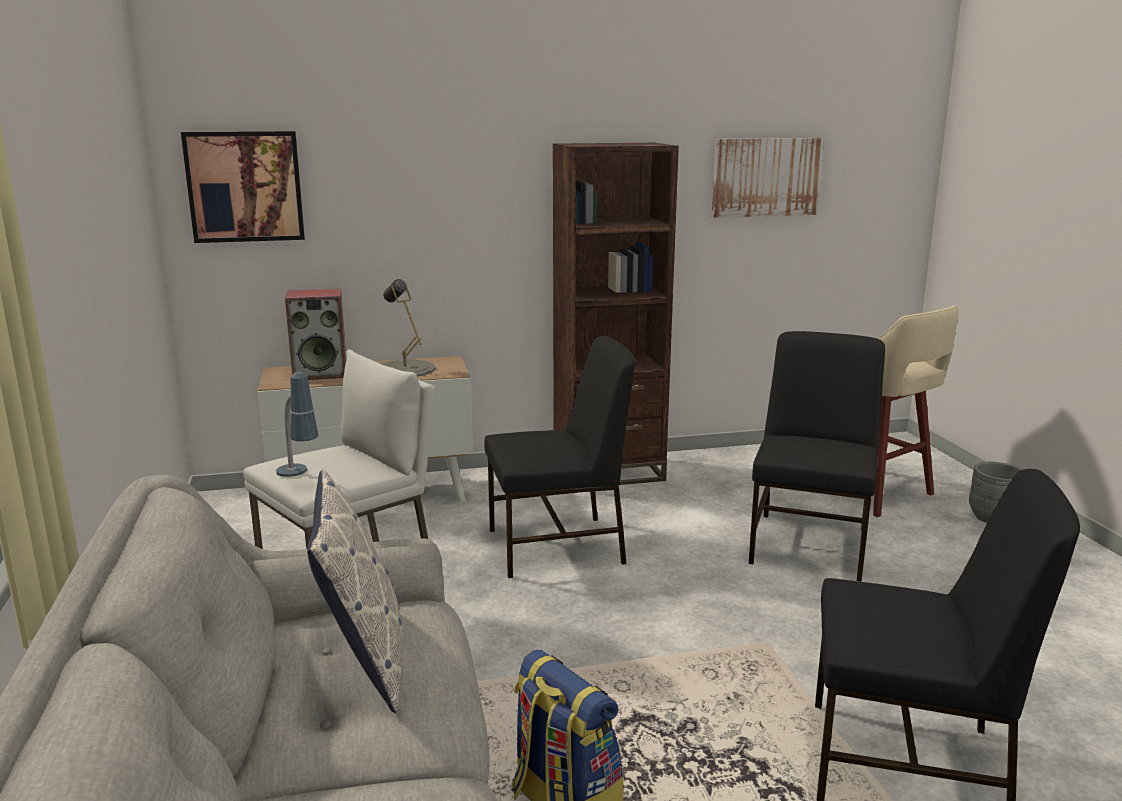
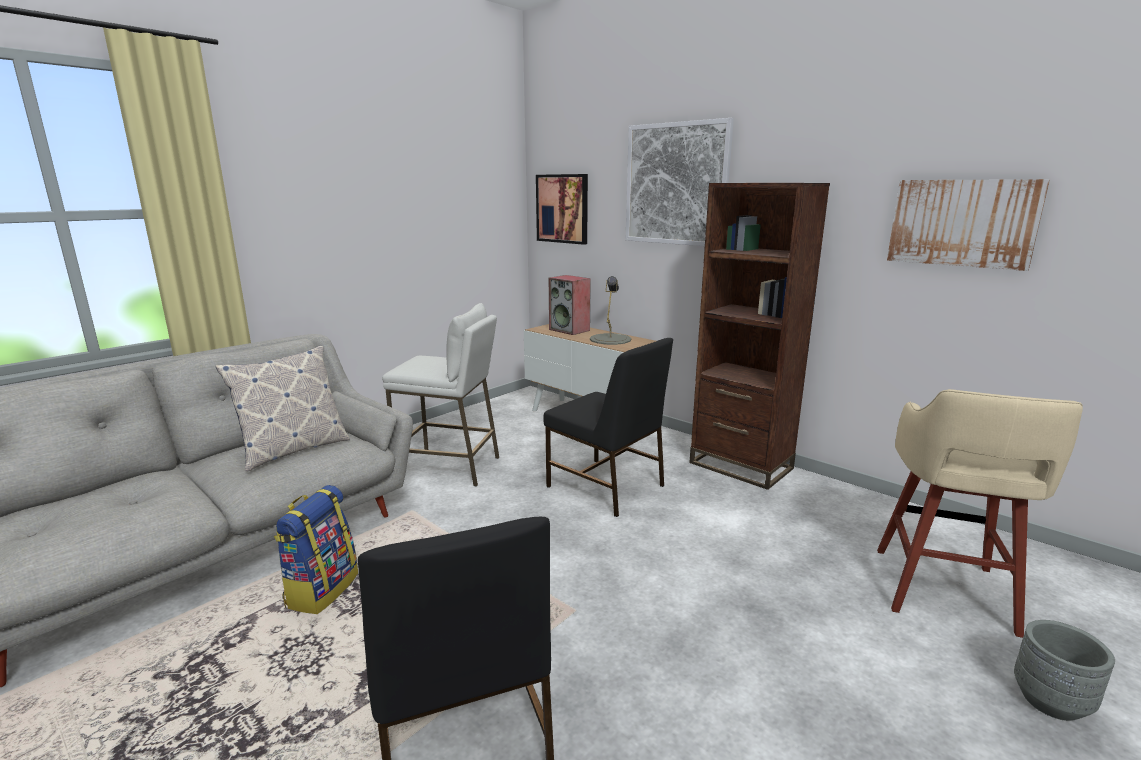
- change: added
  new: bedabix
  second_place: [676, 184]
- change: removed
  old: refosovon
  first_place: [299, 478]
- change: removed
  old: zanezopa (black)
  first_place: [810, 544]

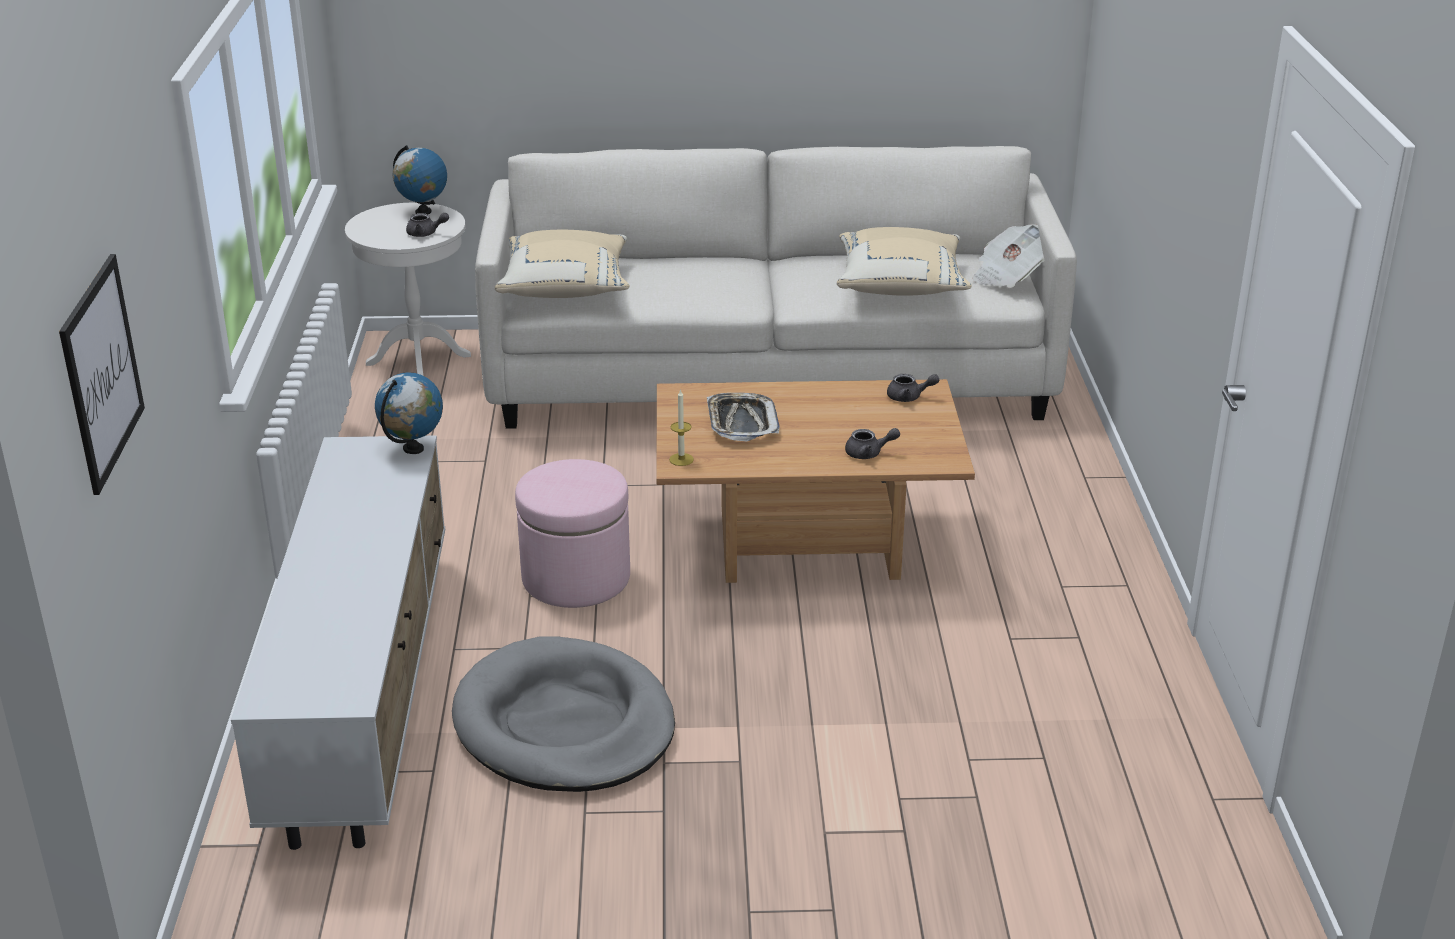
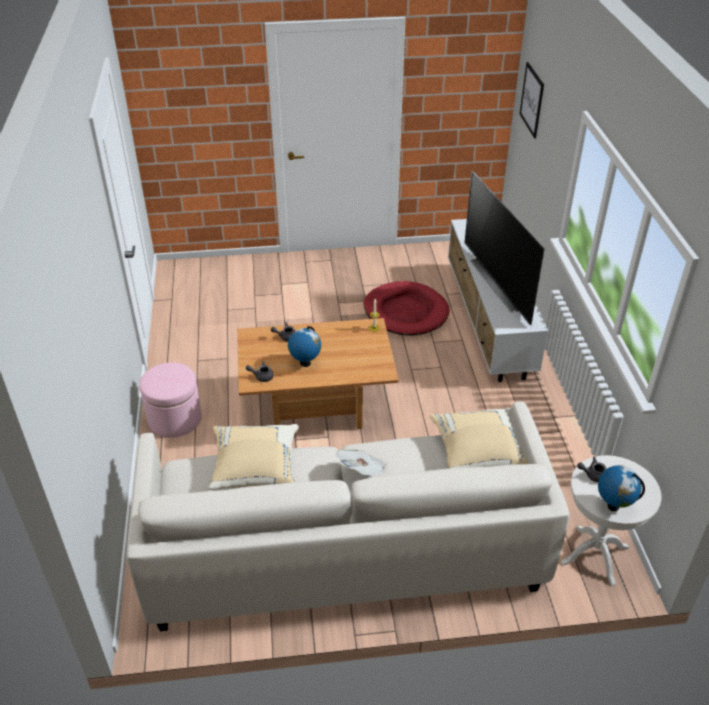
- change: moved
  old: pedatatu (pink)
  first_place: [576, 578]
  second_place: [175, 419]
- change: moved
  old: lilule
  first_place: [413, 449]
  second_place: [305, 363]
- change: moved
  old: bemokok
  first_place: [1008, 276]
  second_place: [363, 471]
- change: recoloured
  old: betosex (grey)
  new: betosex (red)
  first_place: [564, 724]
  second_place: [406, 312]
- change: added
  new: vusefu
  second_place: [500, 283]
- change: removed
  old: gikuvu
  first_place: [741, 423]

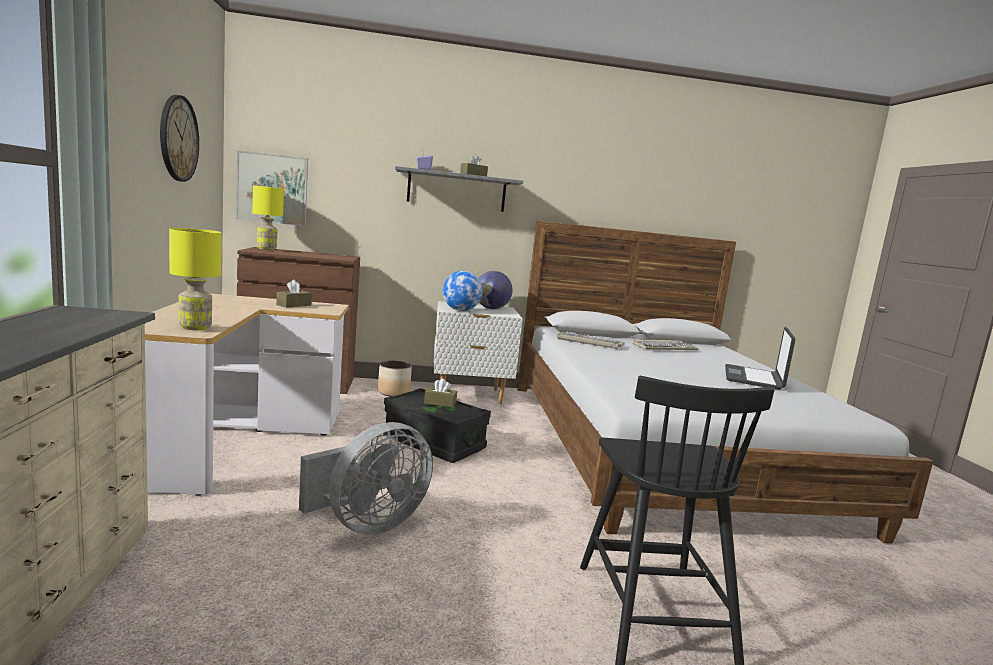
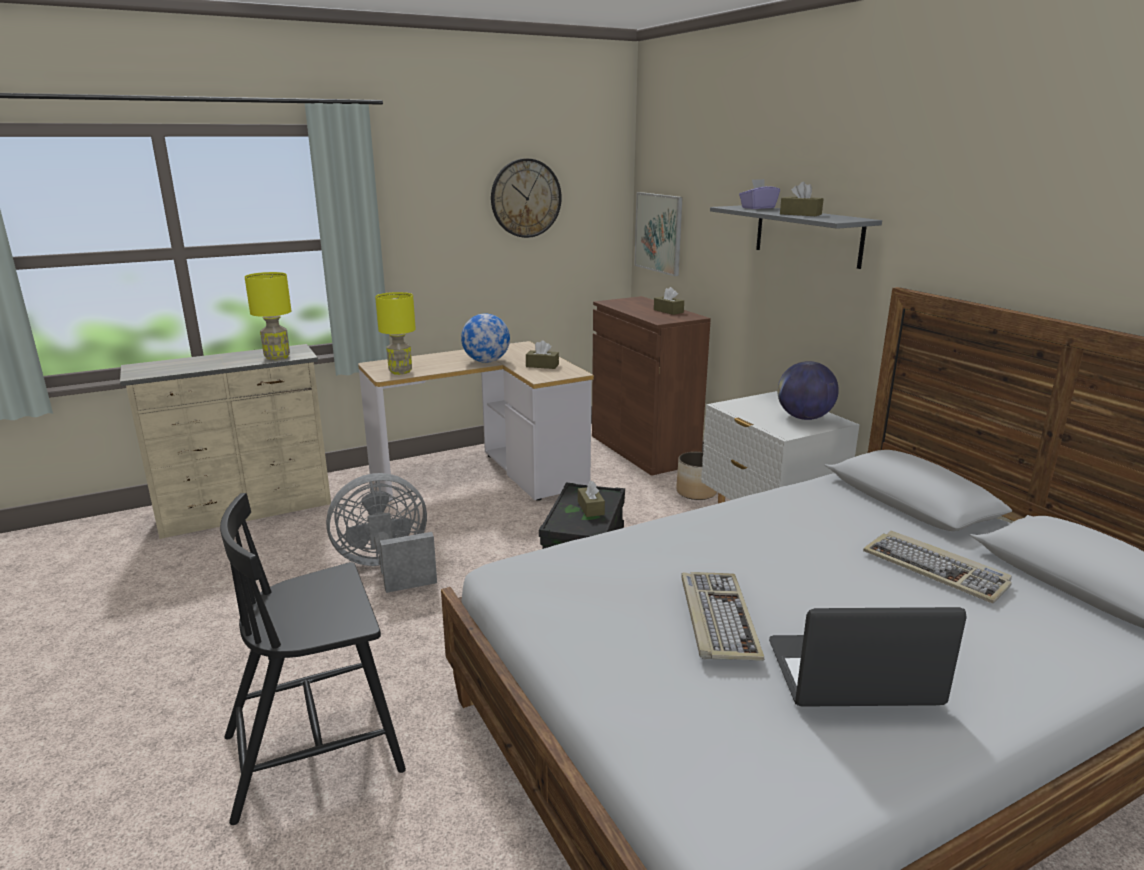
- change: moved
  old: refosovon (yellow)
  first_place: [266, 249]
  second_place: [276, 357]
- change: turned
  old: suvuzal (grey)
  first_place: [368, 524]
  second_place: [387, 568]
  degrees: 135
- change: moved
  old: lilule
  first_place: [460, 310]
  second_place: [486, 361]
- change: added
  new: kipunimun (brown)
  second_place: [668, 311]
- change: moved
  old: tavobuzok
  first_place: [588, 342]
  second_place: [717, 618]

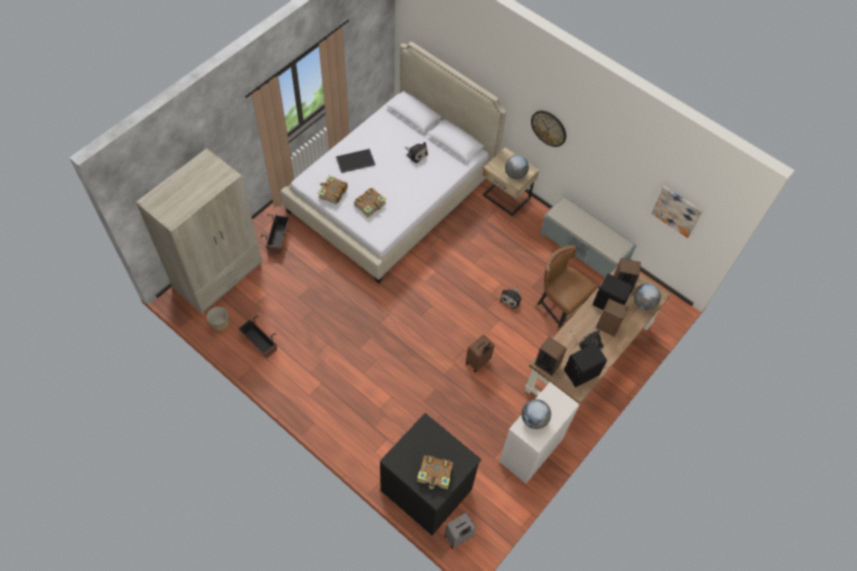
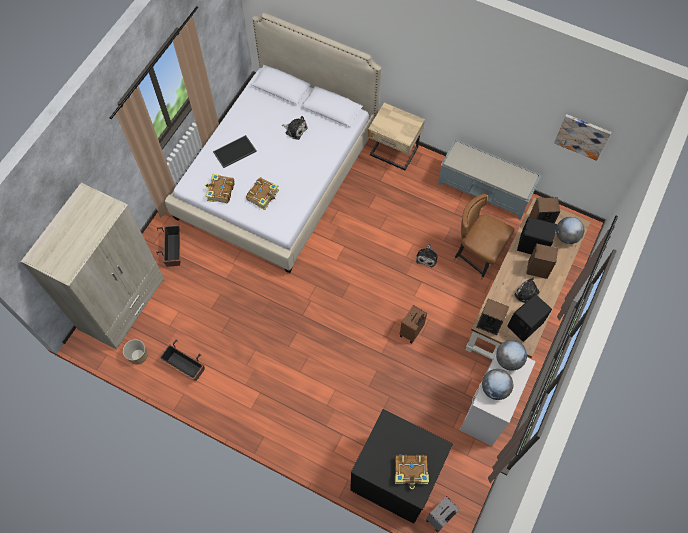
- change: moved
  old: lilule
  first_place: [515, 174]
  second_place: [508, 360]
- change: removed
  old: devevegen
  first_place: [549, 128]

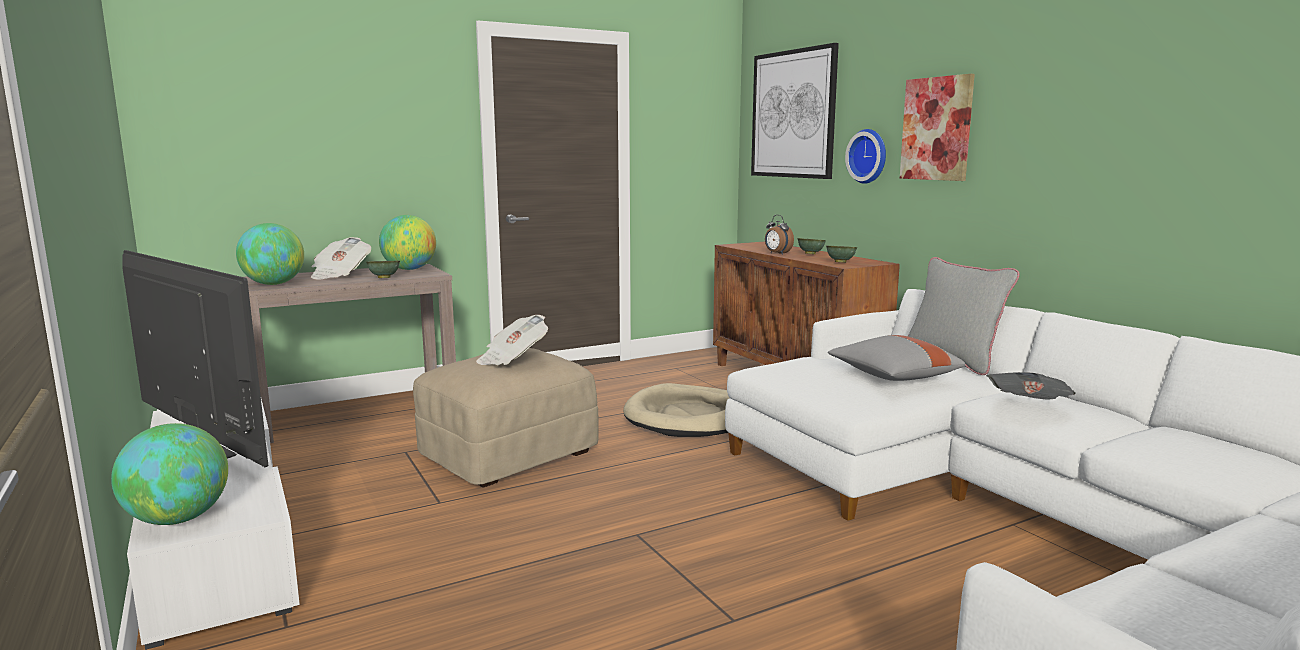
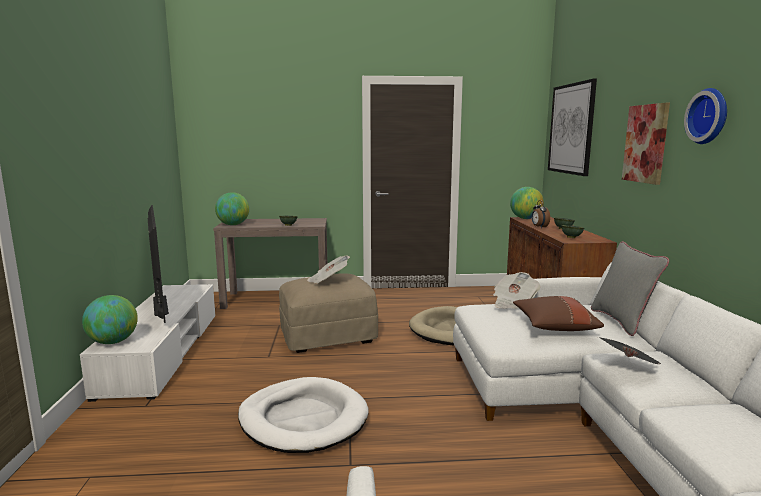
- change: added
  new: betosex (white)
  second_place: [303, 419]
- change: moved
  old: bemokok
  first_place: [339, 275]
  second_place: [513, 303]
- change: moved
  old: lilule
  first_place: [409, 269]
  second_place: [525, 218]
- change: recoloured
  old: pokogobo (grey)
  new: pokogobo (brown)
  first_place: [893, 377]
  second_place: [554, 326]
- change: moved
  old: devevegen
  first_place: [869, 156]
  second_place: [710, 116]

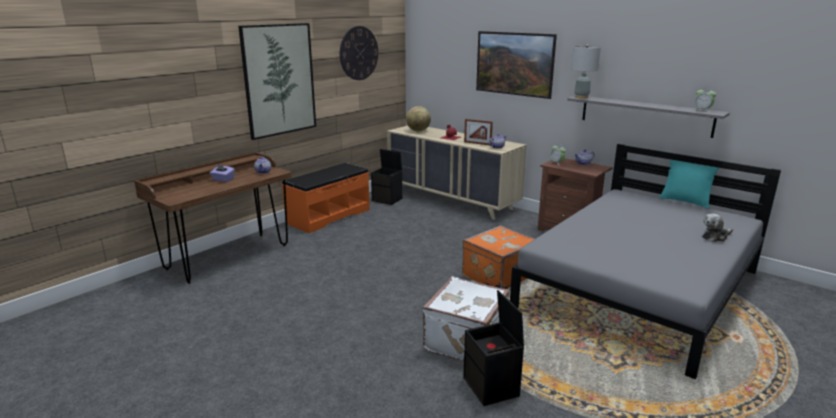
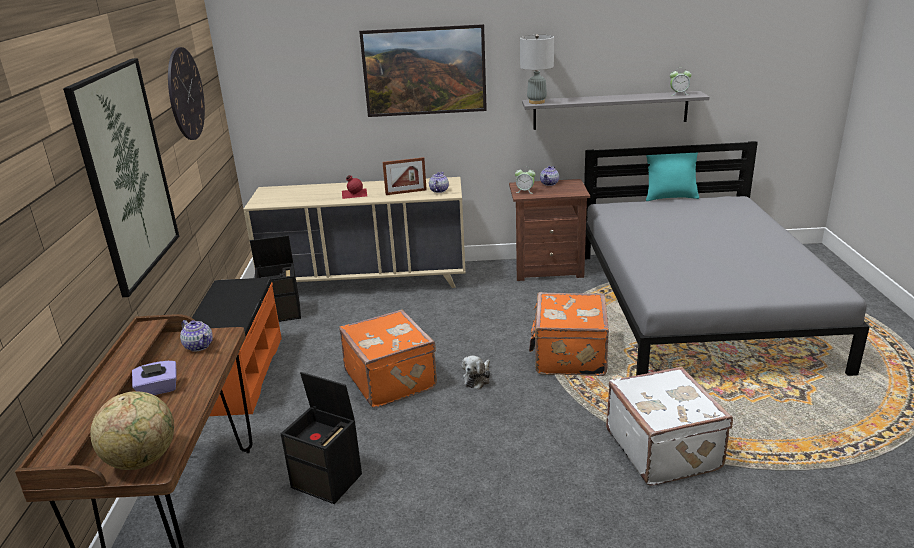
- change: moved
  old: lilule
  first_place: [418, 131]
  second_place: [142, 459]
- change: moved
  old: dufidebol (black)
  first_place: [492, 387]
  second_place: [328, 480]
- change: added
  new: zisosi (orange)
  second_place: [391, 379]
- change: moved
  old: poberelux
  first_place: [715, 237]
  second_place: [477, 378]

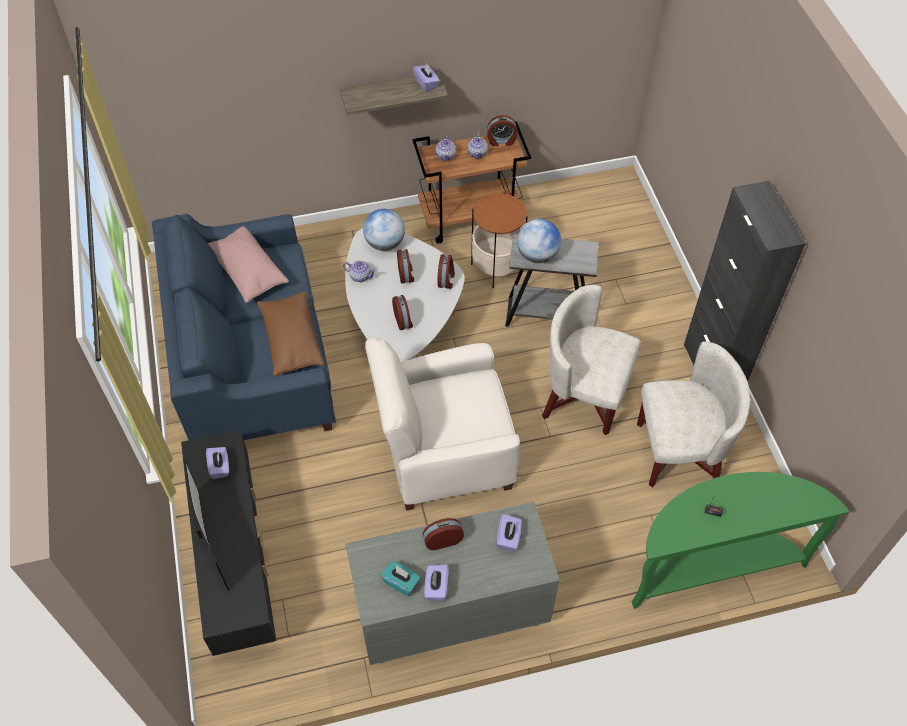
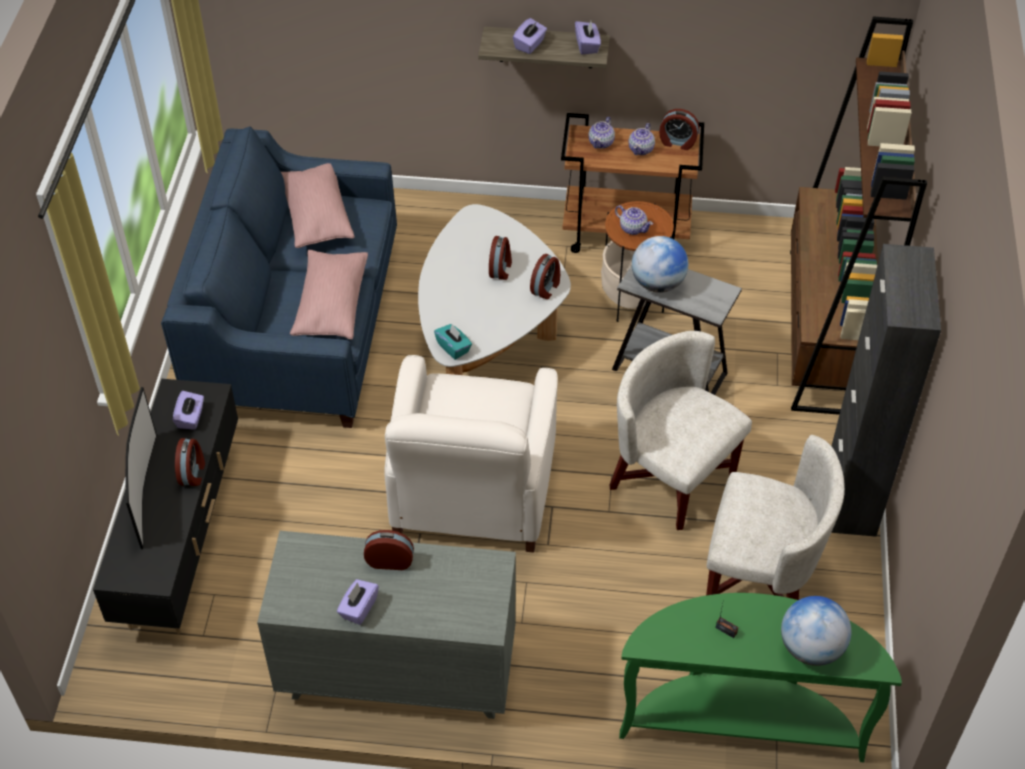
- change: moved
  old: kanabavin
  first_place: [403, 320]
  second_place: [193, 473]
- change: recoloured
  old: pokogobo (brown)
  new: pokogobo (pink)
  first_place: [292, 341]
  second_place: [331, 305]
- change: turned
  old: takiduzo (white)
  first_place: [445, 452]
  second_place: [472, 492]
  degrees: -90
- change: moved
  old: kipunimun (turquoise)
  first_place: [401, 582]
  second_place: [453, 348]
- change: moved
  old: kipunimun (purple)
  first_place: [508, 538]
  second_place: [530, 45]
- change: moved
  old: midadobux
  first_place: [360, 276]
  second_place: [632, 228]
- change: moved
  old: lilule
  first_place: [385, 243]
  second_place: [811, 648]
- change: added
  new: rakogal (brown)
  second_place: [824, 331]

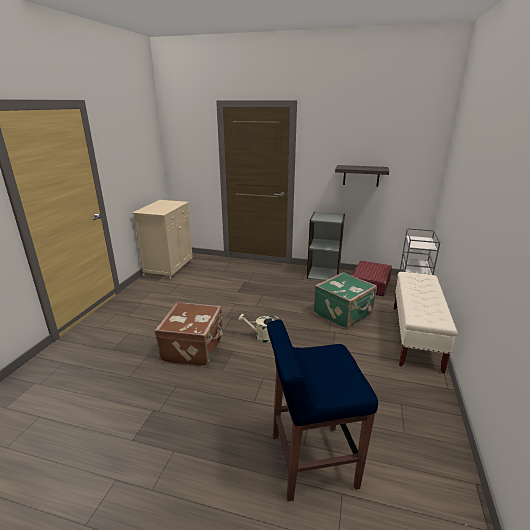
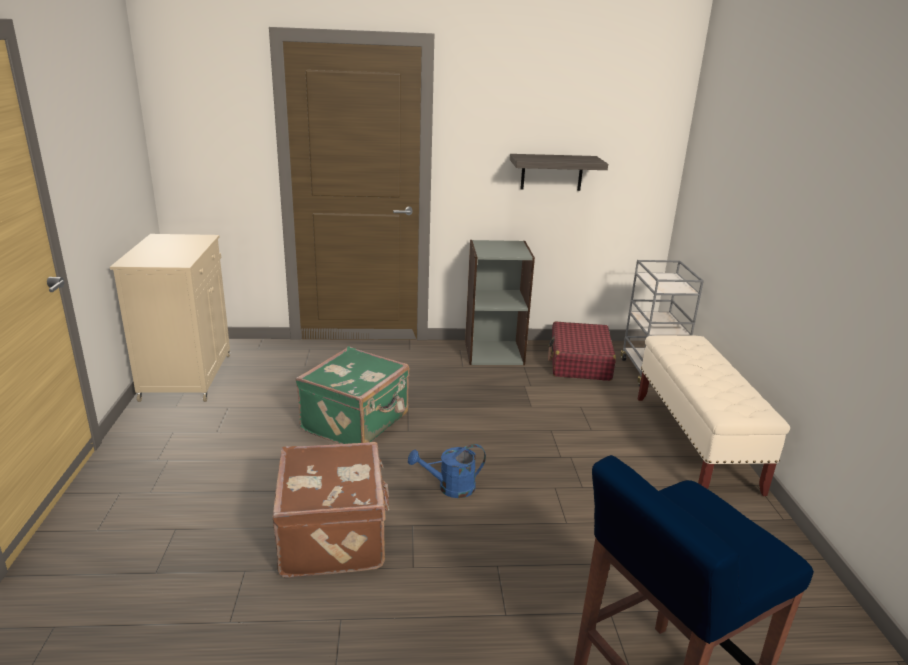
- change: moved
  old: zisosi (green)
  first_place: [344, 314]
  second_place: [357, 422]
- change: recoloured
  old: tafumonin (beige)
  new: tafumonin (blue)
  first_place: [261, 337]
  second_place: [450, 488]

